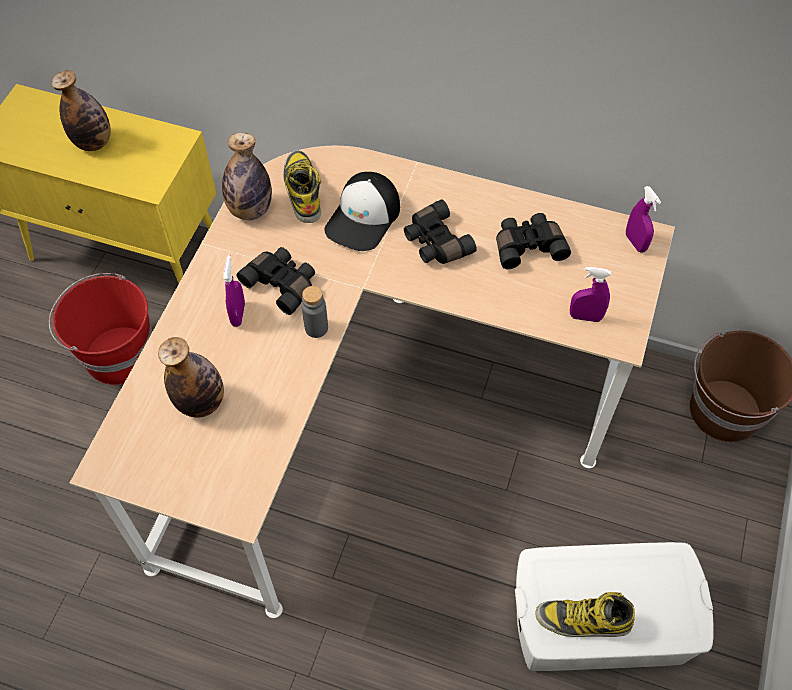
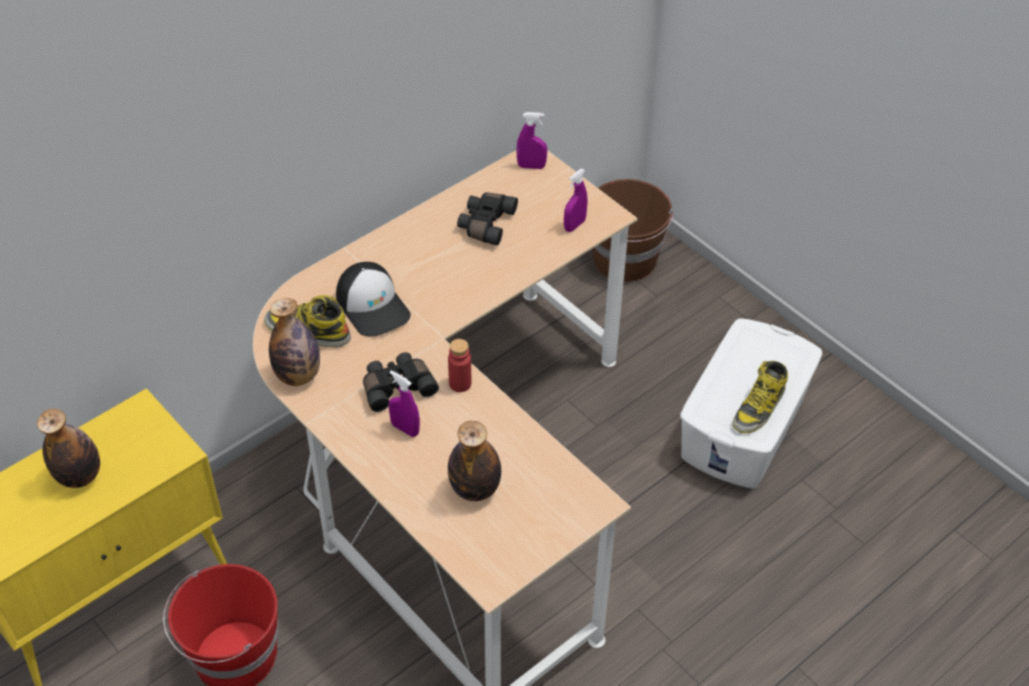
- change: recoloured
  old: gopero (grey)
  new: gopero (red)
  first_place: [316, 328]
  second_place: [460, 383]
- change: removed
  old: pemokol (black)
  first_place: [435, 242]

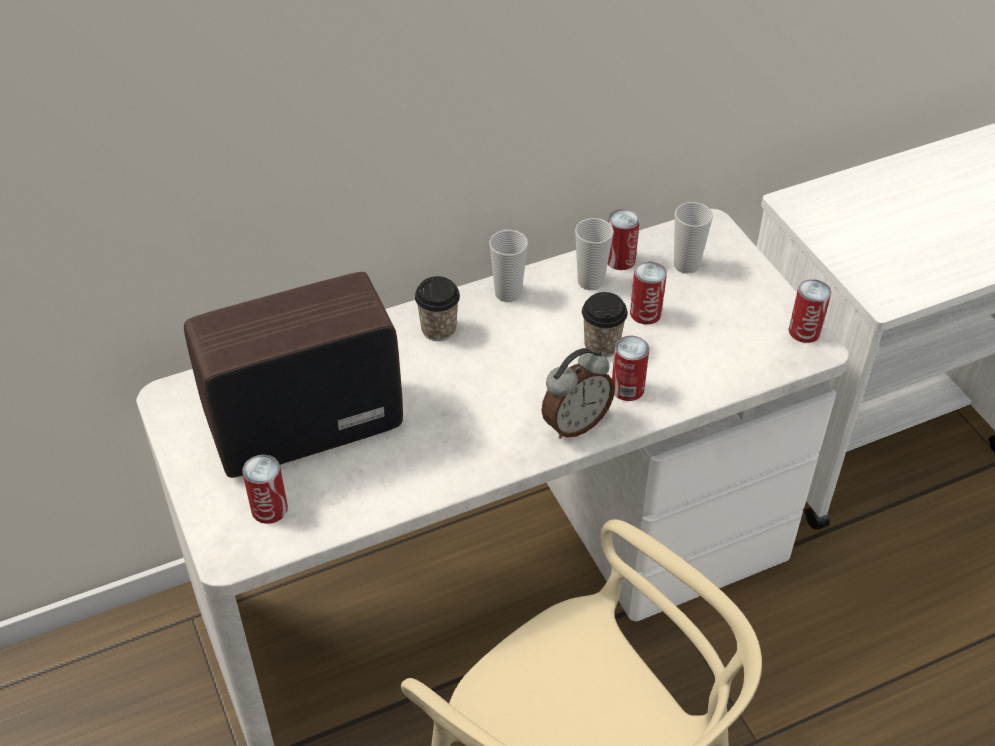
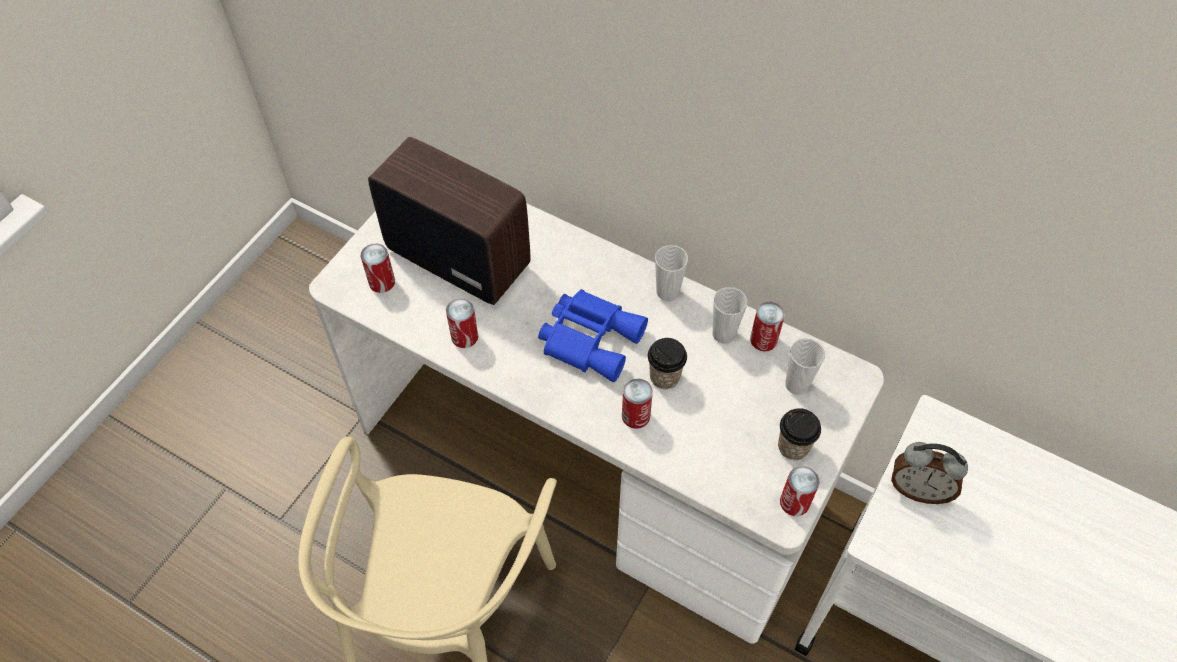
- change: moved
  old: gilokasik
  first_place: [645, 313]
  second_place: [464, 336]
- change: added
  new: pemokol (blue)
  second_place: [590, 337]
- change: moved
  old: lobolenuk
  first_place: [438, 329]
  second_place: [793, 447]
- change: moved
  old: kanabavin
  first_place: [575, 423]
  second_place: [918, 489]

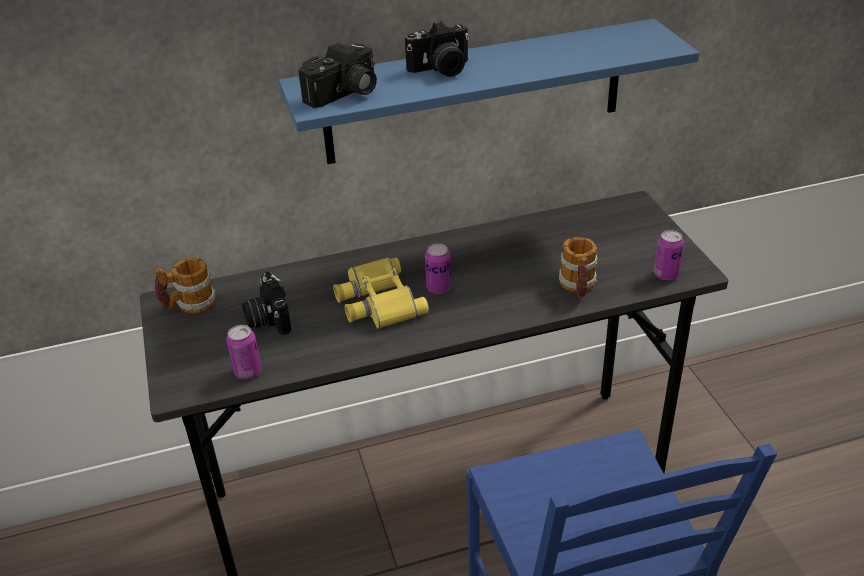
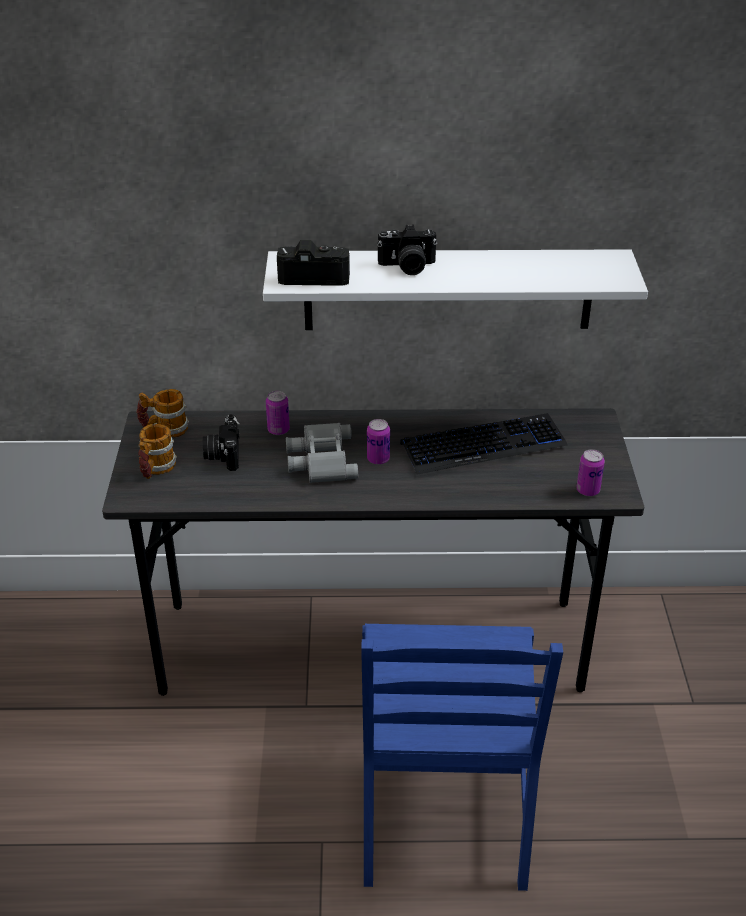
- change: moved
  old: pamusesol
  first_place: [578, 287]
  second_place: [155, 469]
- change: recoloured
  old: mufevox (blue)
  new: mufevox (white)
  first_place: [475, 92]
  second_place: [448, 289]
- change: moved
  old: gilokasik
  first_place: [247, 371]
  second_place: [278, 430]
- change: turned
  old: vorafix
  first_place: [345, 94]
  second_place: [314, 275]
  degrees: -150
- change: recoloured
  old: pemokol (yellow)
  new: pemokol (grey)
  first_place: [377, 301]
  second_place: [320, 459]
- change: added
  new: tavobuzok
  second_place: [483, 445]

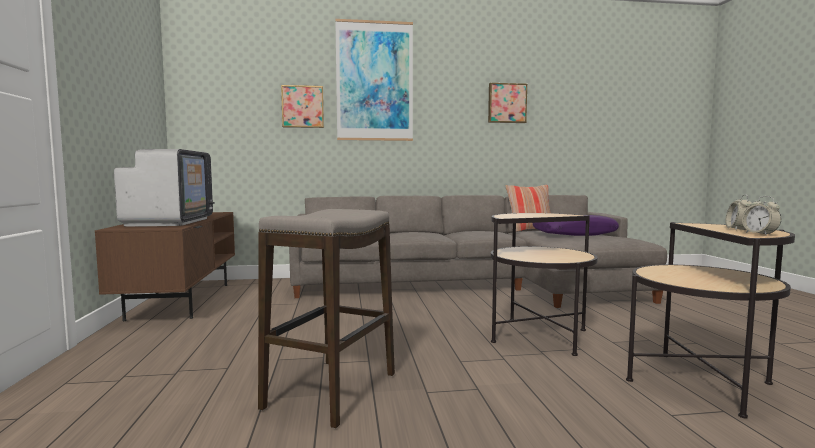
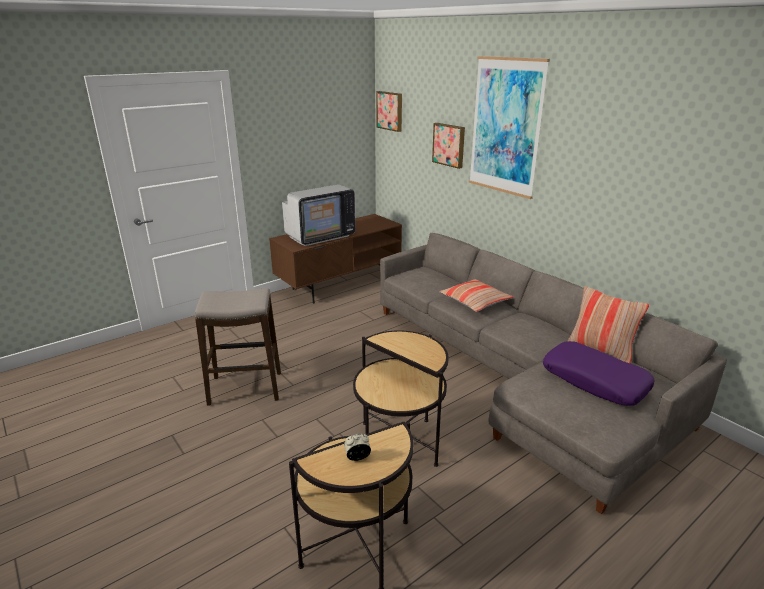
- change: moved
  old: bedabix
  first_place: [506, 103]
  second_place: [390, 111]
- change: added
  new: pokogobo
  second_place: [475, 301]
- change: removed
  old: kanabavin
  first_place: [760, 234]

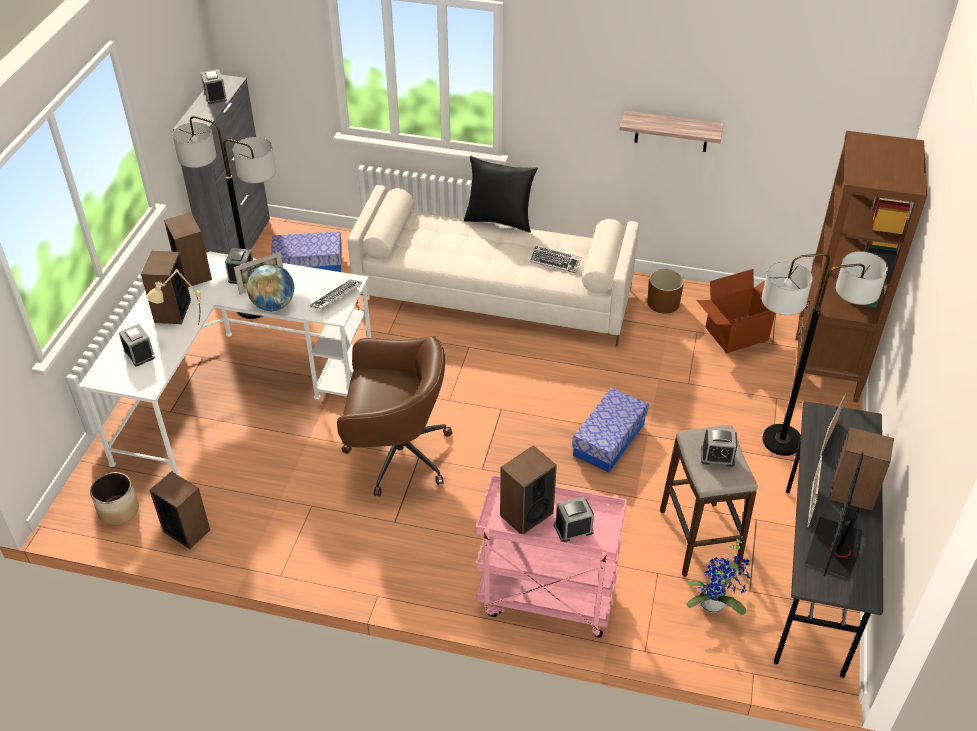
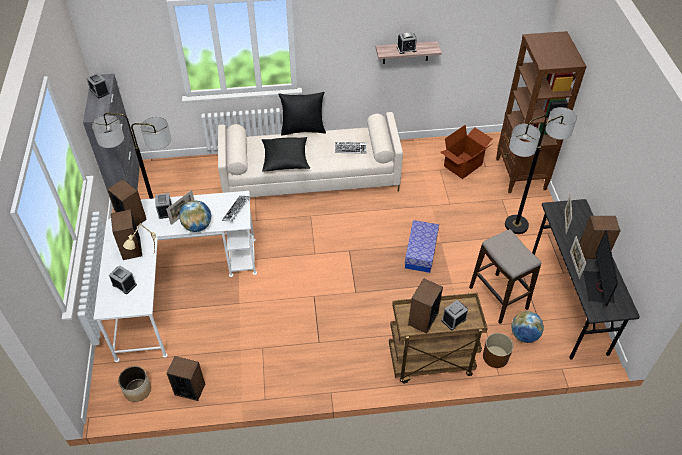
- change: added
  new: pokogobo (black)
  second_place: [285, 160]
- change: recoloured
  old: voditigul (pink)
  new: voditigul (brown)
  first_place: [545, 599]
  second_place: [430, 362]
- change: moved
  old: kanabavin
  first_place: [717, 456]
  second_place: [406, 49]
- change: moved
  old: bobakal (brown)
  first_place: [663, 302]
  second_place: [495, 356]
- change: replaced
  old: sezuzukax
  new: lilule
  first_place: [715, 605]
  second_place: [524, 335]
- change: removed
  old: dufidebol
  first_place: [308, 264]
- change: removed
  old: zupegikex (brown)
  first_place: [396, 454]

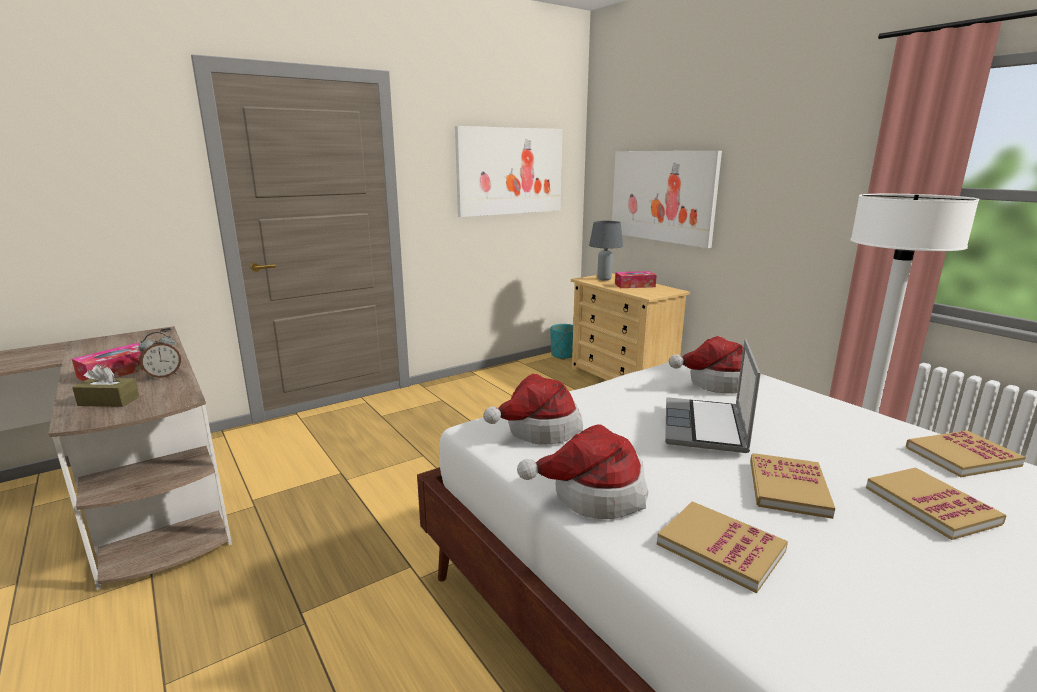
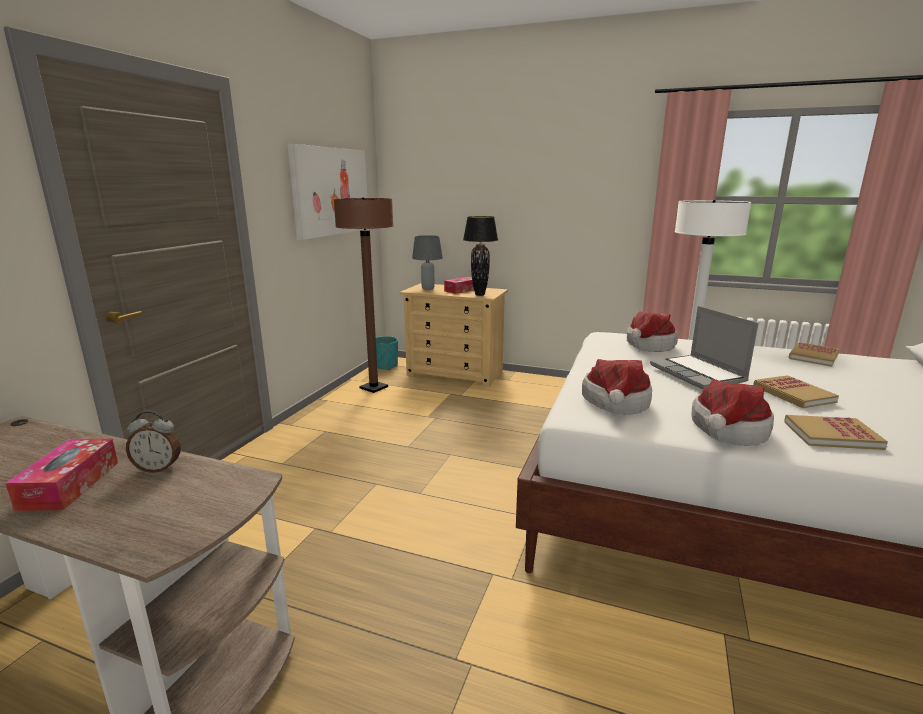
- change: turned
  old: kanabavin
  first_place: [163, 376]
  second_place: [158, 468]
  degrees: 75
- change: added
  new: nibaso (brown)
  second_place: [374, 388]
- change: added
  new: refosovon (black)
  second_place: [480, 295]
- change: removed
  old: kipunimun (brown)
  first_place: [109, 401]
- change: removed
  old: bedabix
  first_place: [662, 196]
- change: removed
  old: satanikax
  first_place: [931, 505]

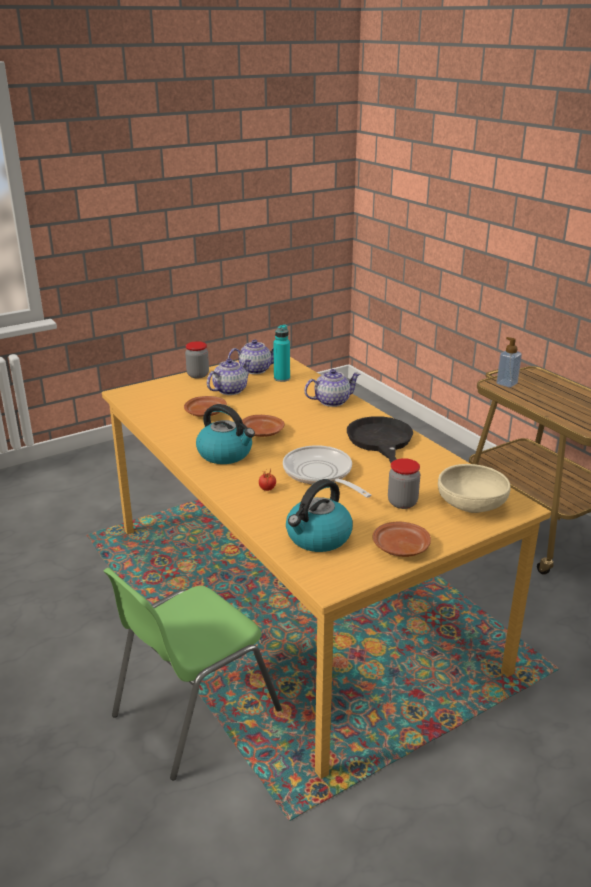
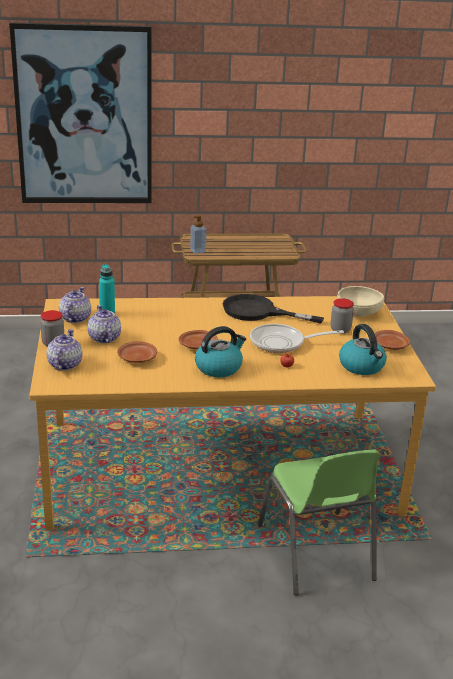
- change: added
  new: bedabix
  second_place: [84, 117]
- change: moved
  old: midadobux
  first_place: [331, 401]
  second_place: [64, 365]

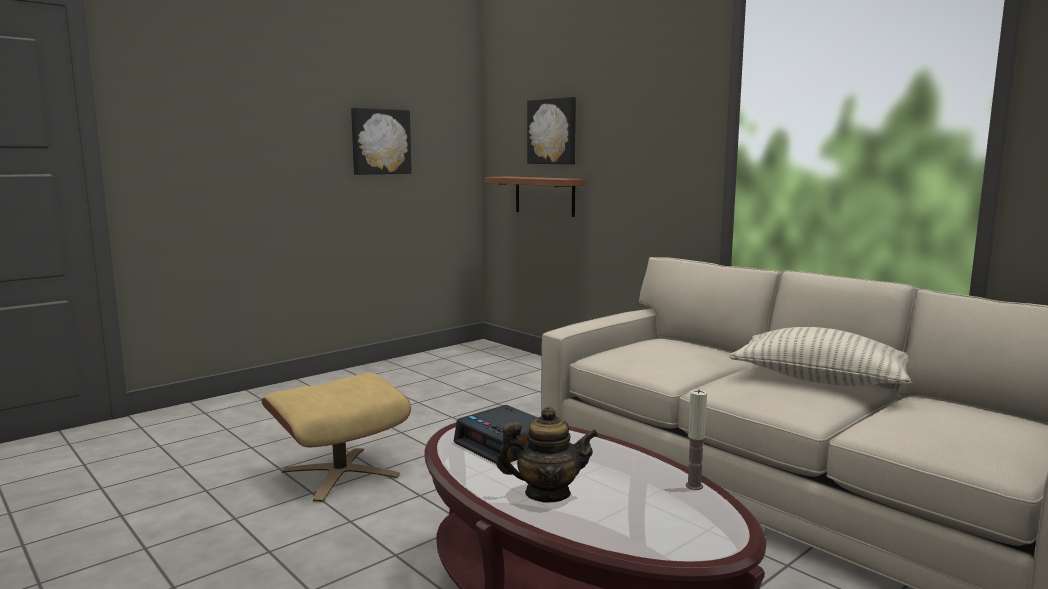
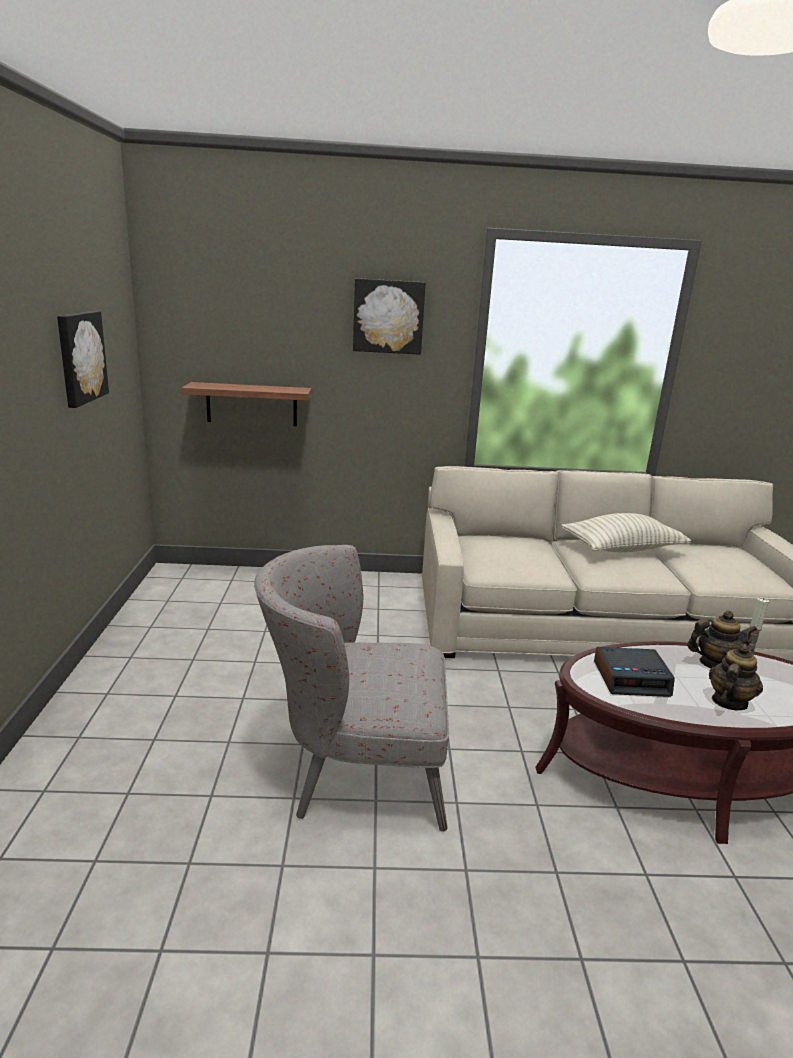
- change: replaced
  old: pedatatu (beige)
  new: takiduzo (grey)
  first_place: [340, 473]
  second_place: [354, 768]
- change: moved
  old: bedabix
  first_place: [553, 131]
  second_place: [388, 316]
- change: added
  new: midadobux
  second_place: [715, 664]

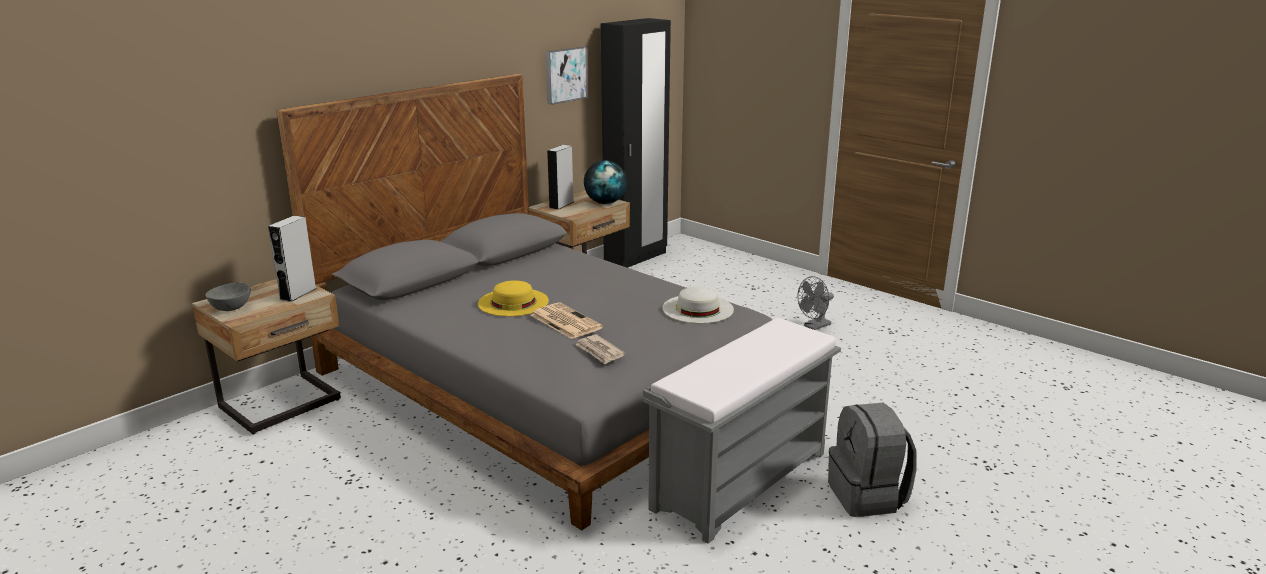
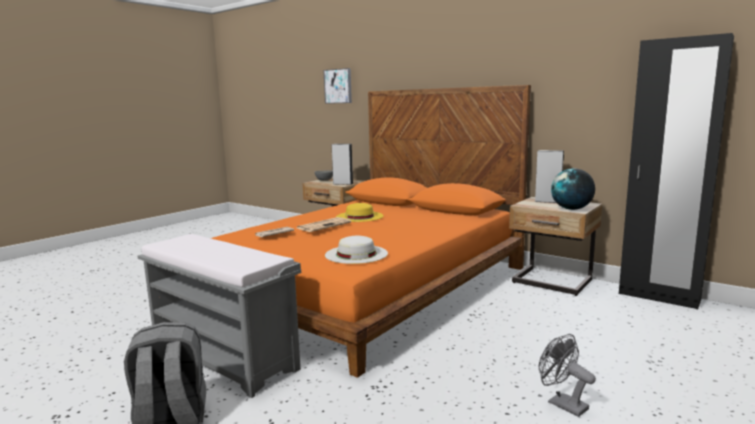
- change: recoloured
  old: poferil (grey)
  new: poferil (orange)
  first_place: [548, 385]
  second_place: [370, 287]
- change: moved
  old: bedabix
  first_place: [565, 75]
  second_place: [338, 86]

